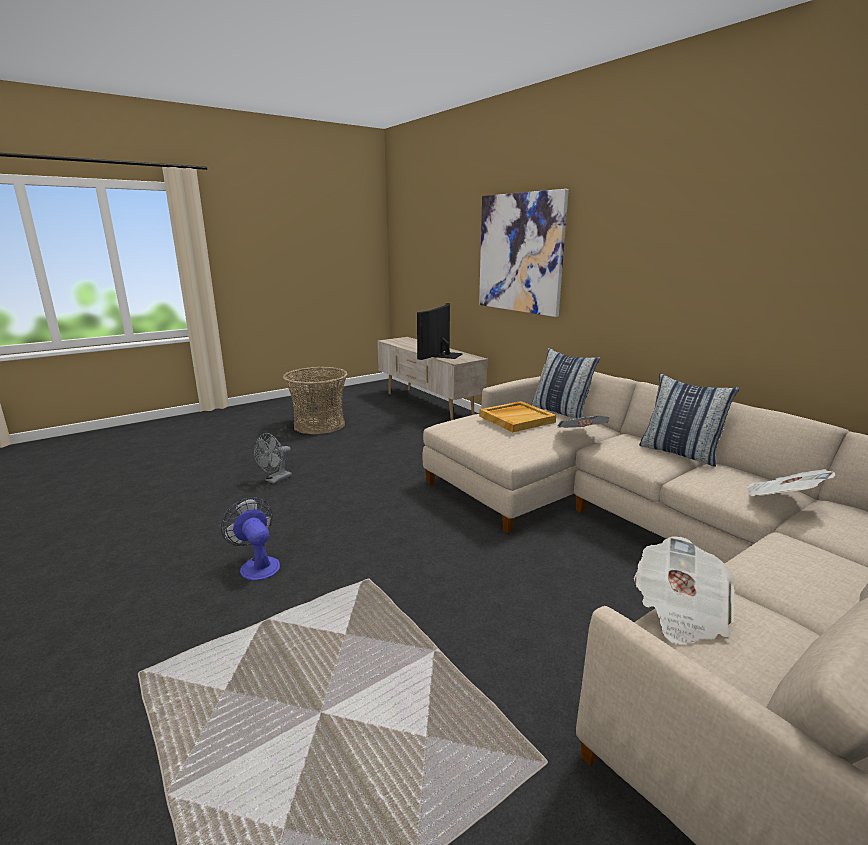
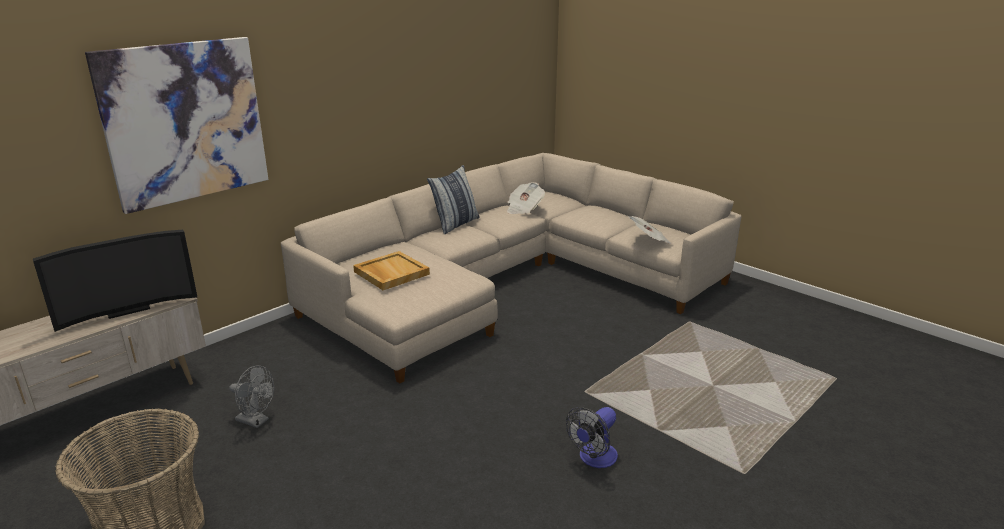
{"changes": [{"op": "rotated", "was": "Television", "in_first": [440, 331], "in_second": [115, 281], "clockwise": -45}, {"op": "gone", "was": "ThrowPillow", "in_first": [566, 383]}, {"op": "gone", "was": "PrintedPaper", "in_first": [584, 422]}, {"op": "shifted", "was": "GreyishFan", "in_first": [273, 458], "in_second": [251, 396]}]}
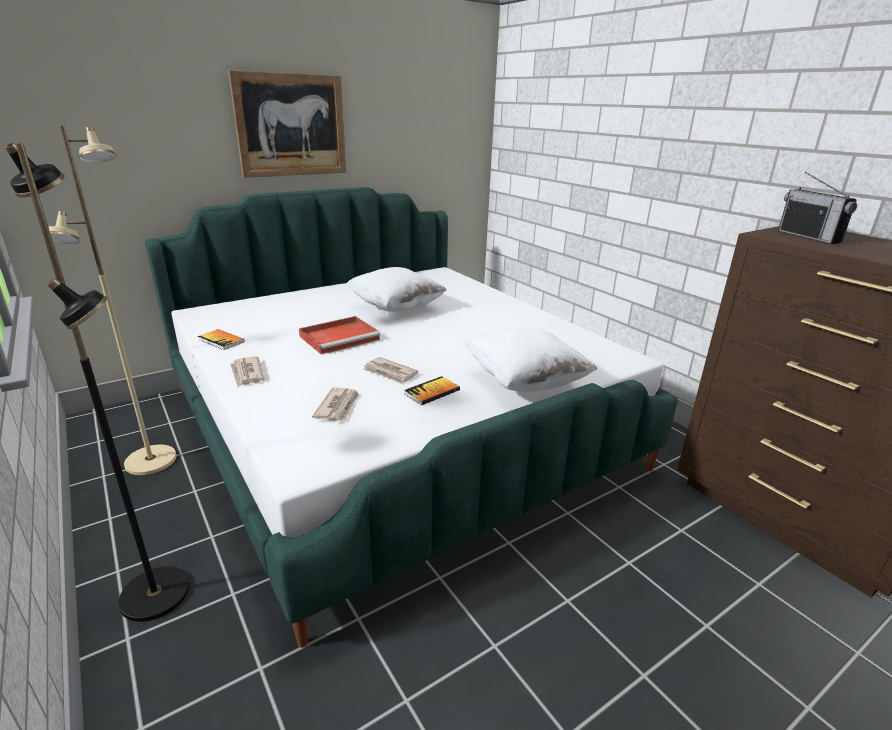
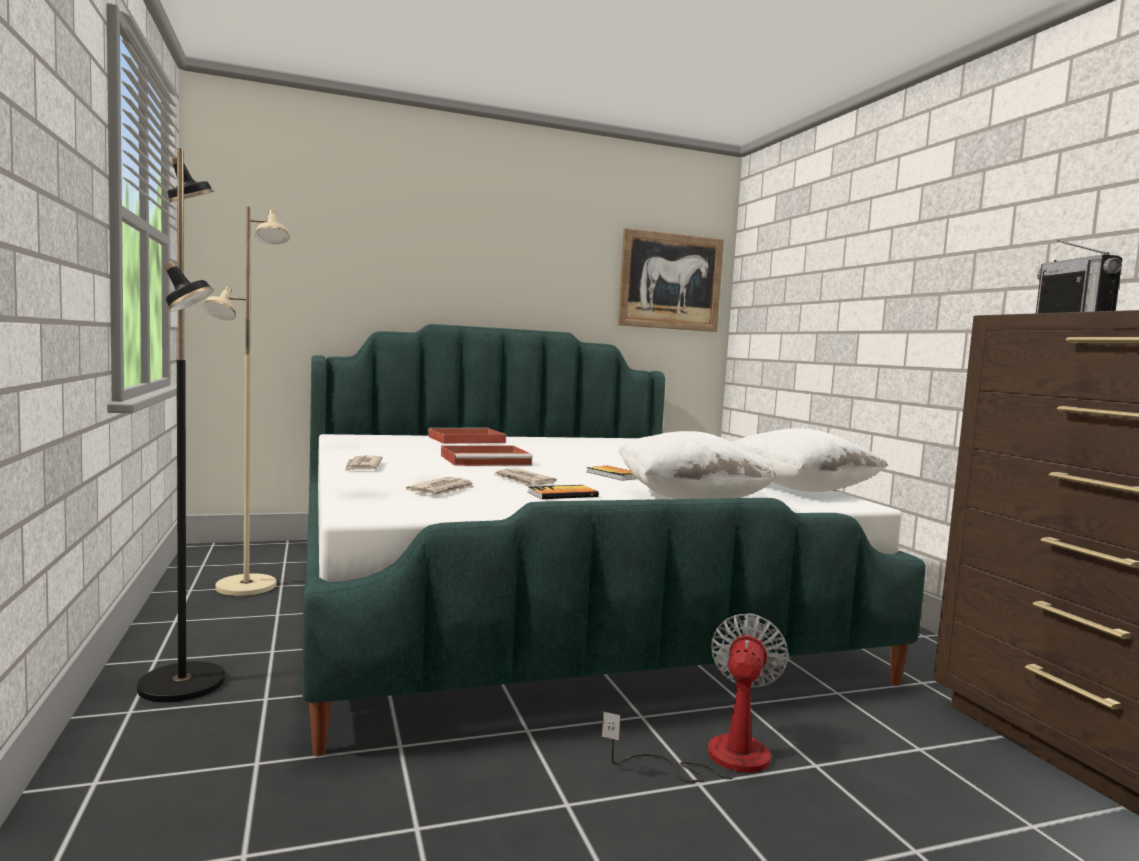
{"changes": [{"op": "shifted", "was": "Picture", "in_first": [287, 124], "in_second": [671, 280]}, {"op": "shifted", "was": "WhitishThrowPillow", "in_first": [396, 289], "in_second": [810, 460]}, {"op": "shifted", "was": "Book", "in_first": [221, 339], "in_second": [611, 473]}, {"op": "new", "now": "RedTray", "in_second": [467, 436]}, {"op": "new", "now": "Fan", "in_second": [695, 697]}]}
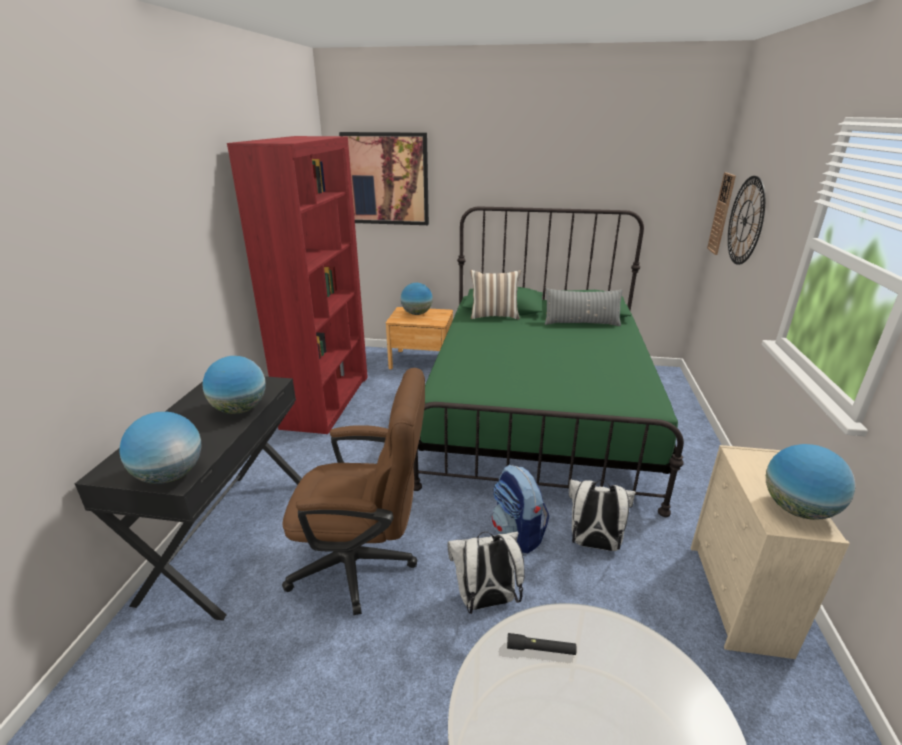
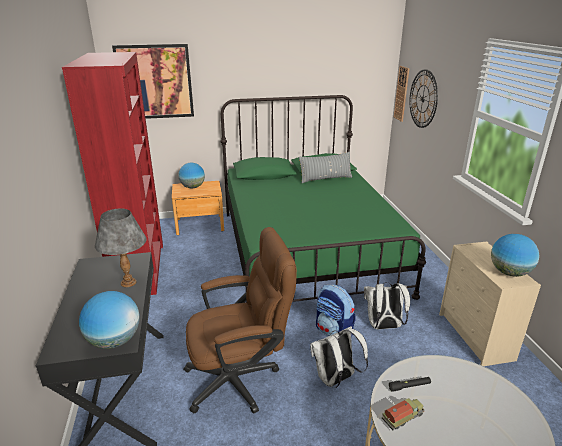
{"changes": [{"op": "gone", "was": "ThrowPillow", "in_first": [495, 294]}, {"op": "swapped", "was": "Globe", "now": "GreyishTabletopLamp", "in_first": [234, 385], "in_second": [121, 247]}, {"op": "new", "now": "ToyTruck", "in_second": [403, 414]}]}
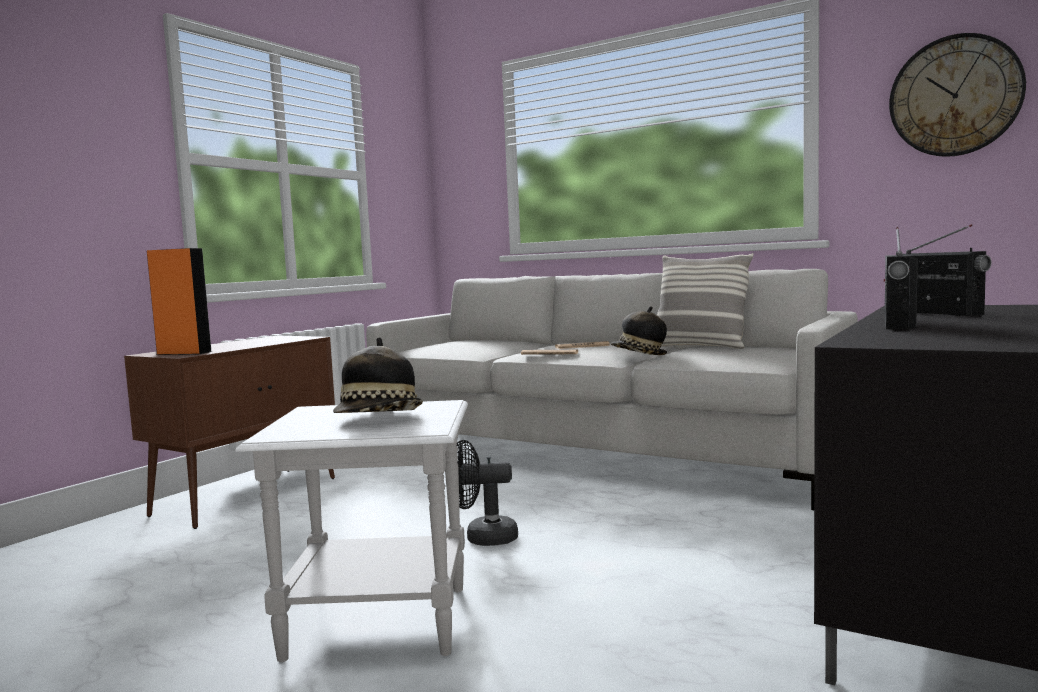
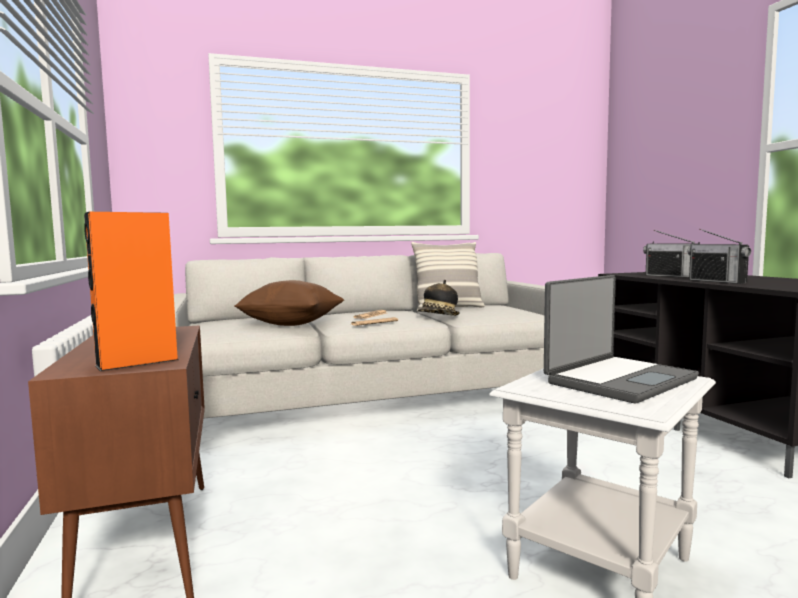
{"changes": [{"op": "gone", "was": "WallClock", "in_first": [957, 95]}, {"op": "rotated", "was": "RadioReceiver", "in_first": [947, 270], "in_second": [669, 254], "clockwise": -150}, {"op": "swapped", "was": "Hat", "now": "Laptop", "in_first": [378, 375], "in_second": [621, 339]}, {"op": "gone", "was": "BlackColouredFan", "in_first": [487, 493]}, {"op": "new", "now": "BrownishThrowPillow", "in_second": [289, 303]}]}
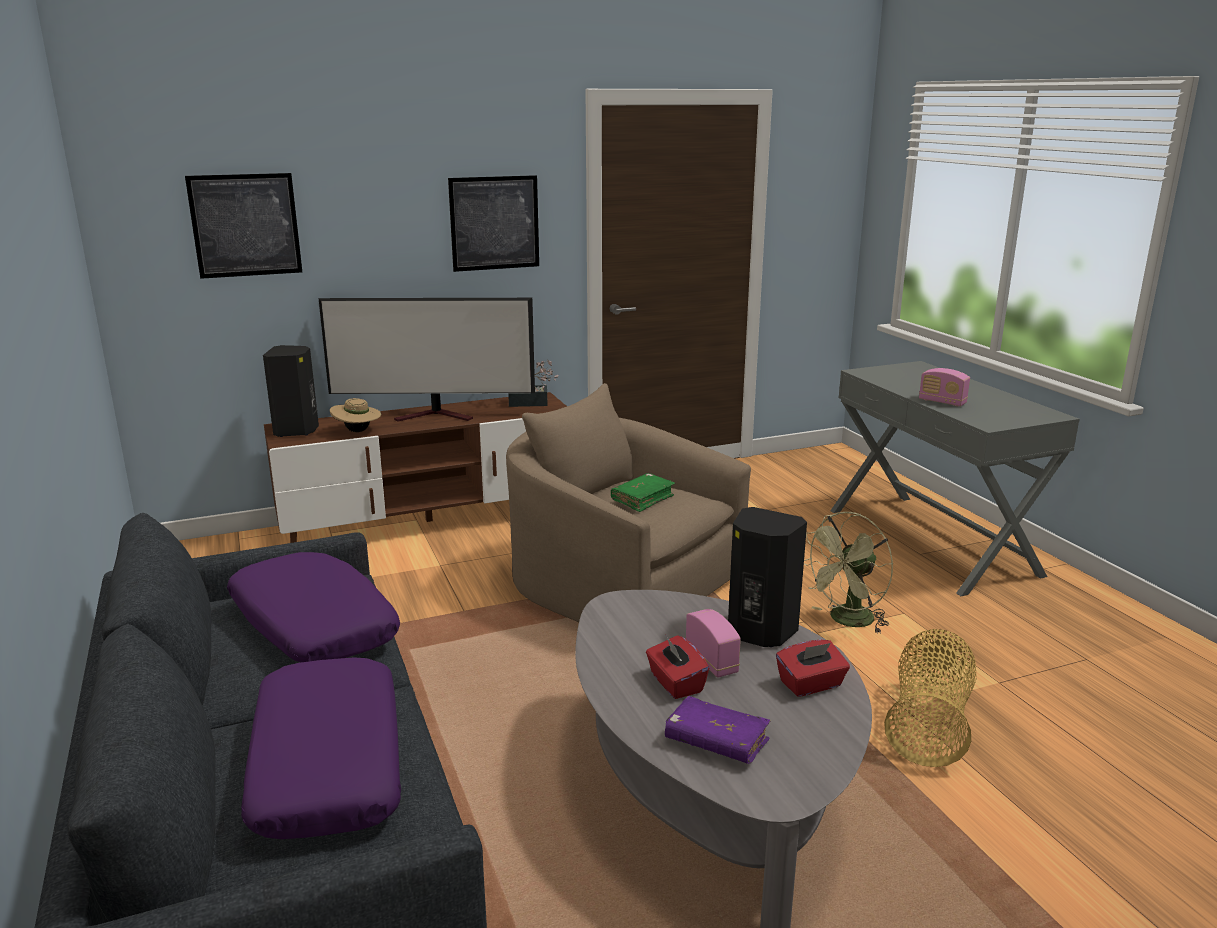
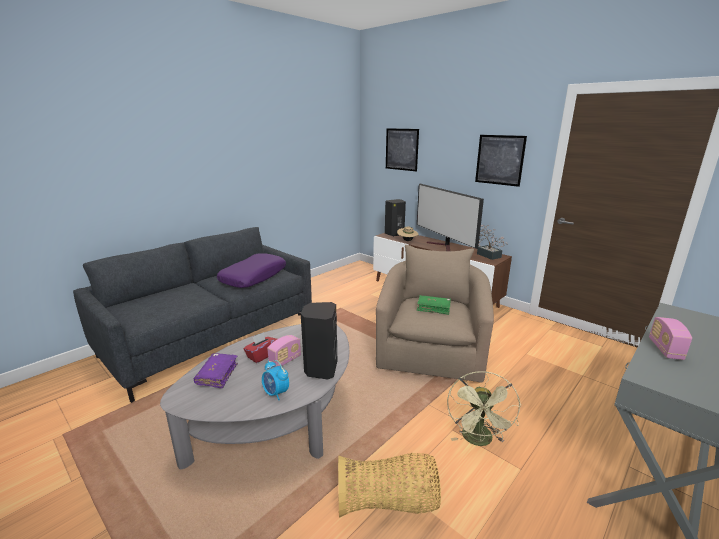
{"changes": [{"op": "rotated", "was": "GreenColouredFan", "in_first": [848, 573], "in_second": [484, 408], "clockwise": -105}, {"op": "swapped", "was": "RedBoxOfTissues", "now": "AlarmClock", "in_first": [813, 668], "in_second": [275, 380]}, {"op": "gone", "was": "PurplishThrowPillow", "in_first": [321, 748]}]}
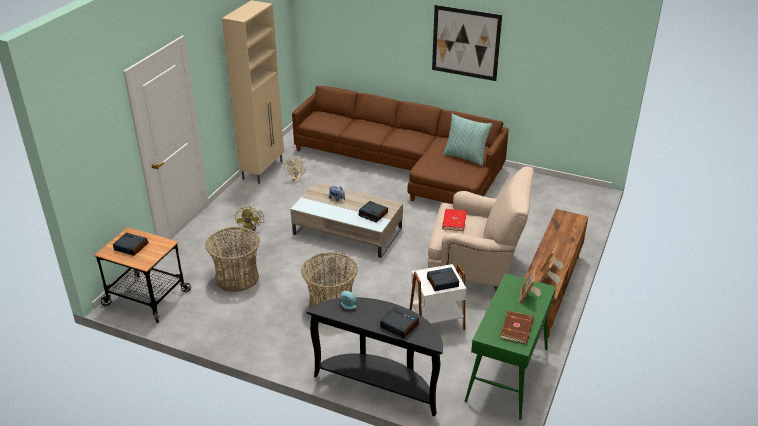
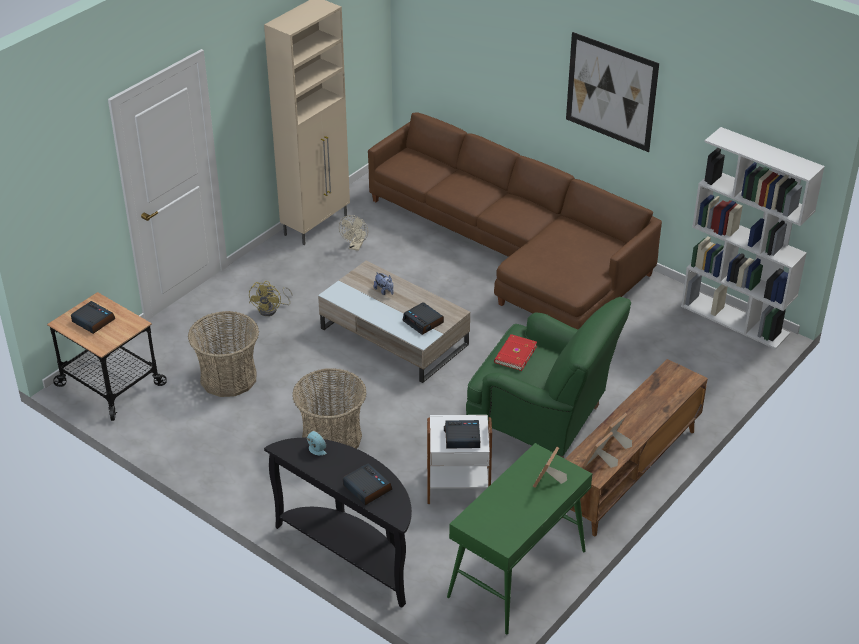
{"changes": [{"op": "gone", "was": "ThrowPillow", "in_first": [467, 140]}, {"op": "repainted", "was": "BeigeLoungeChair", "now": "GreenColouredLoungeChair", "in_first": [481, 229], "in_second": [548, 377]}, {"op": "gone", "was": "BrownishBook", "in_first": [517, 327]}, {"op": "new", "now": "WhitishShelvingUnit", "in_second": [753, 238]}]}
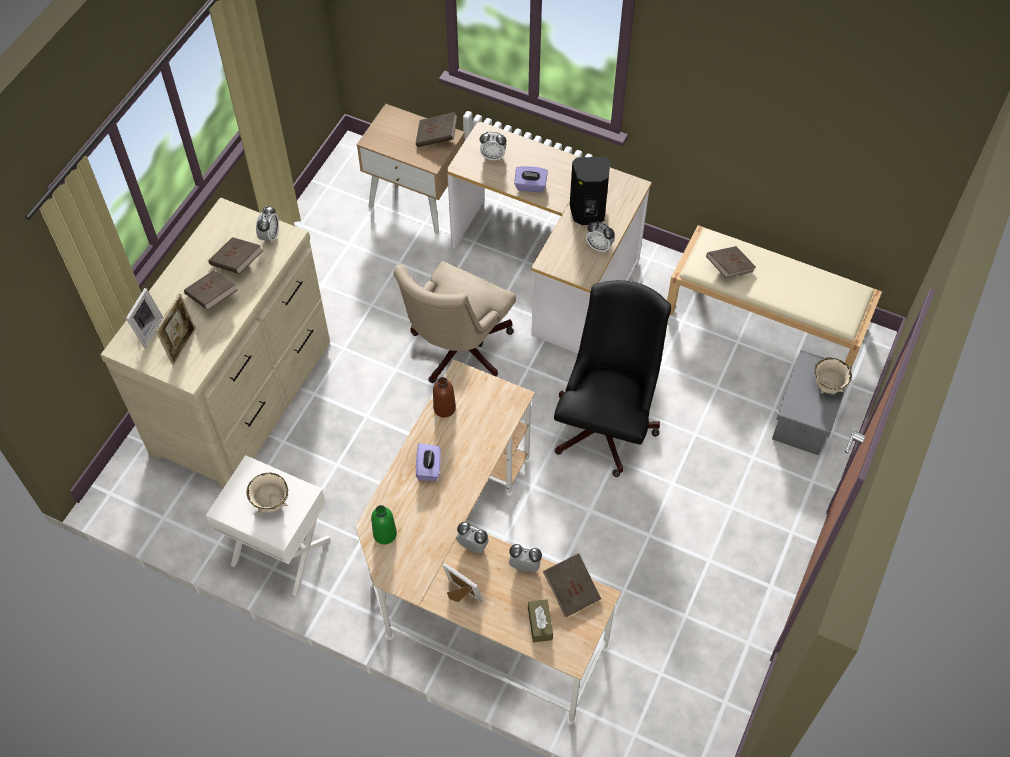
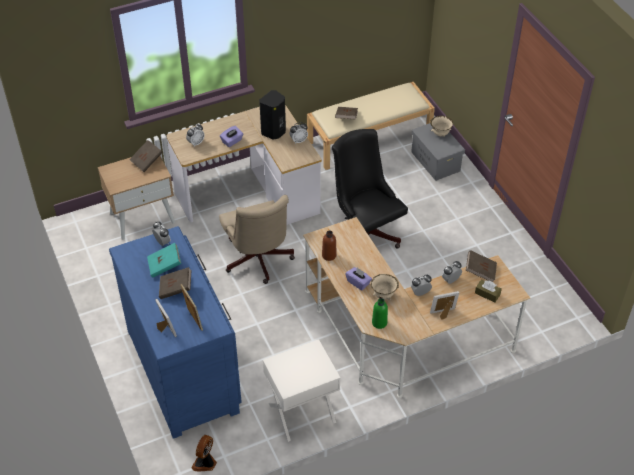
{"changes": [{"op": "repainted", "was": "BeigeDresser", "now": "BlueDresser", "in_first": [215, 342], "in_second": [175, 332]}, {"op": "repainted", "was": "BrownishBook", "now": "TurquoiseBook", "in_first": [236, 255], "in_second": [164, 260]}, {"op": "shifted", "was": "BeigeServingBowl", "in_first": [267, 493], "in_second": [385, 287]}, {"op": "new", "now": "Fan", "in_second": [204, 453]}]}
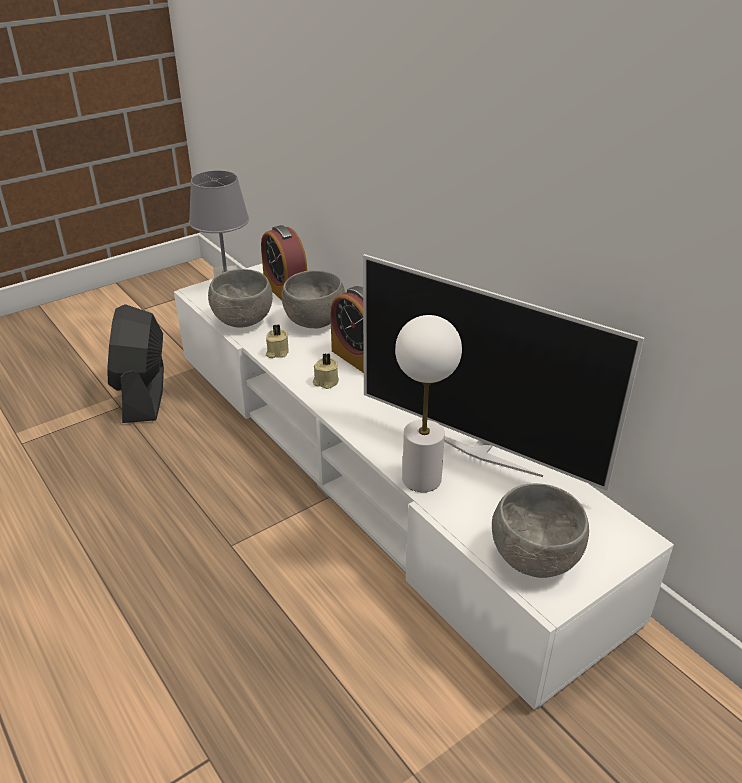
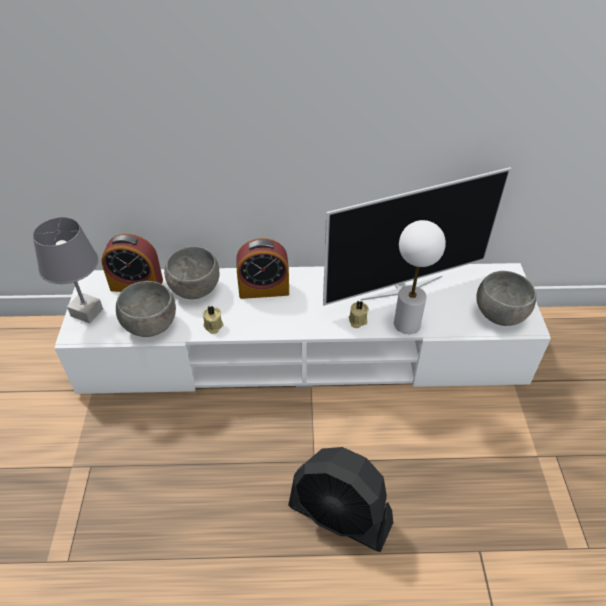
{"changes": [{"op": "shifted", "was": "BlackColouredFan", "in_first": [135, 363], "in_second": [340, 499]}, {"op": "shifted", "was": "BeigeWaxCandle", "in_first": [326, 371], "in_second": [359, 314]}]}
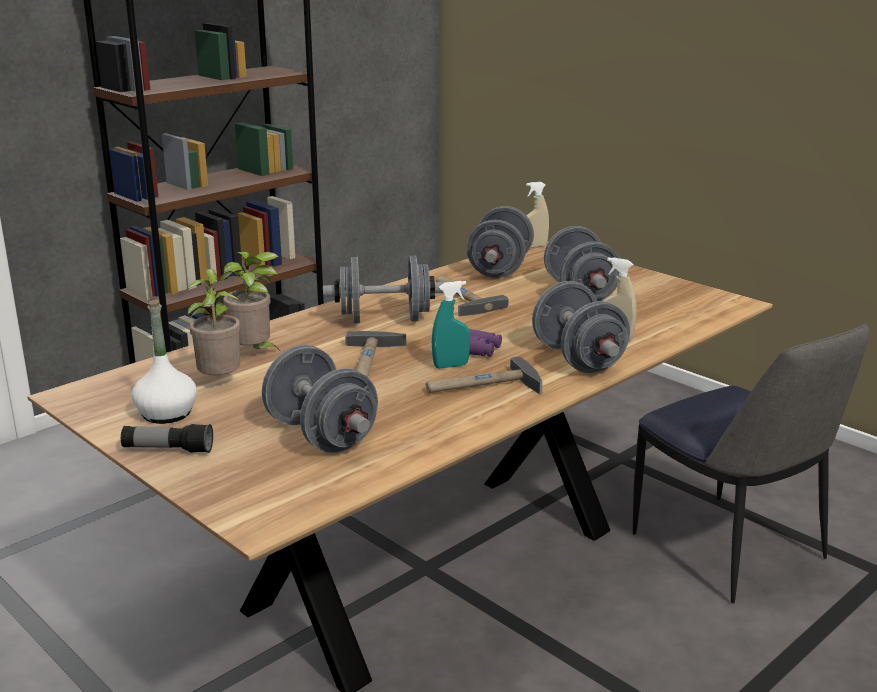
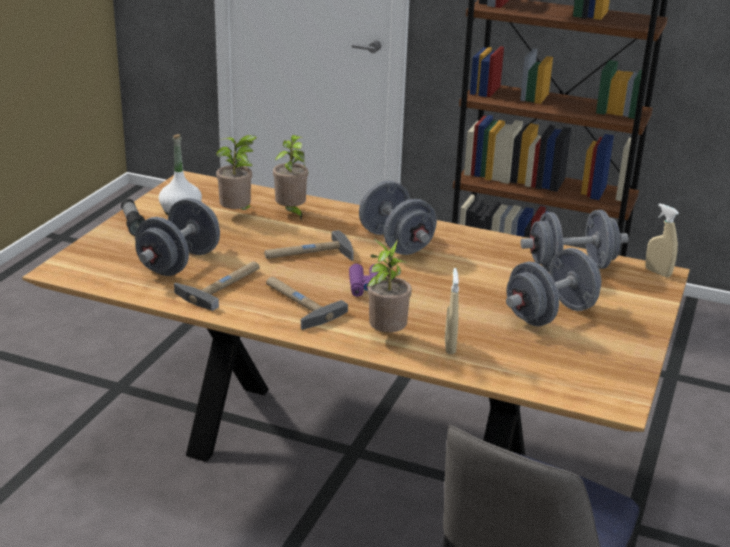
{"changes": [{"op": "shifted", "was": "Hammer", "in_first": [472, 296], "in_second": [217, 286]}, {"op": "gone", "was": "TurquoiseSprayBottle", "in_first": [451, 324]}, {"op": "swapped", "was": "GreyishDumbbell", "now": "PlantInAPot", "in_first": [581, 327], "in_second": [389, 285]}]}
